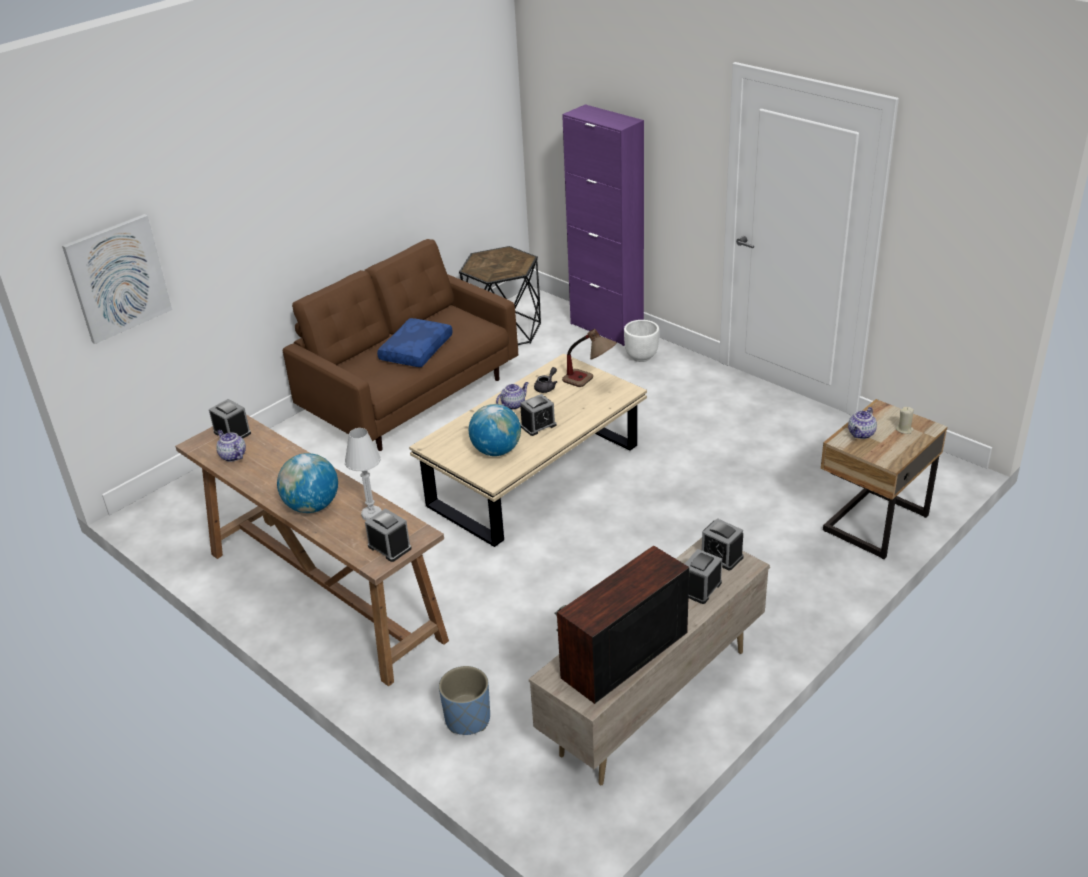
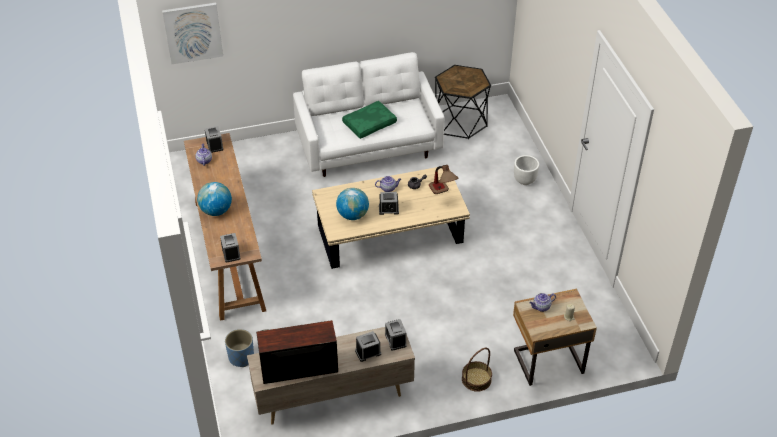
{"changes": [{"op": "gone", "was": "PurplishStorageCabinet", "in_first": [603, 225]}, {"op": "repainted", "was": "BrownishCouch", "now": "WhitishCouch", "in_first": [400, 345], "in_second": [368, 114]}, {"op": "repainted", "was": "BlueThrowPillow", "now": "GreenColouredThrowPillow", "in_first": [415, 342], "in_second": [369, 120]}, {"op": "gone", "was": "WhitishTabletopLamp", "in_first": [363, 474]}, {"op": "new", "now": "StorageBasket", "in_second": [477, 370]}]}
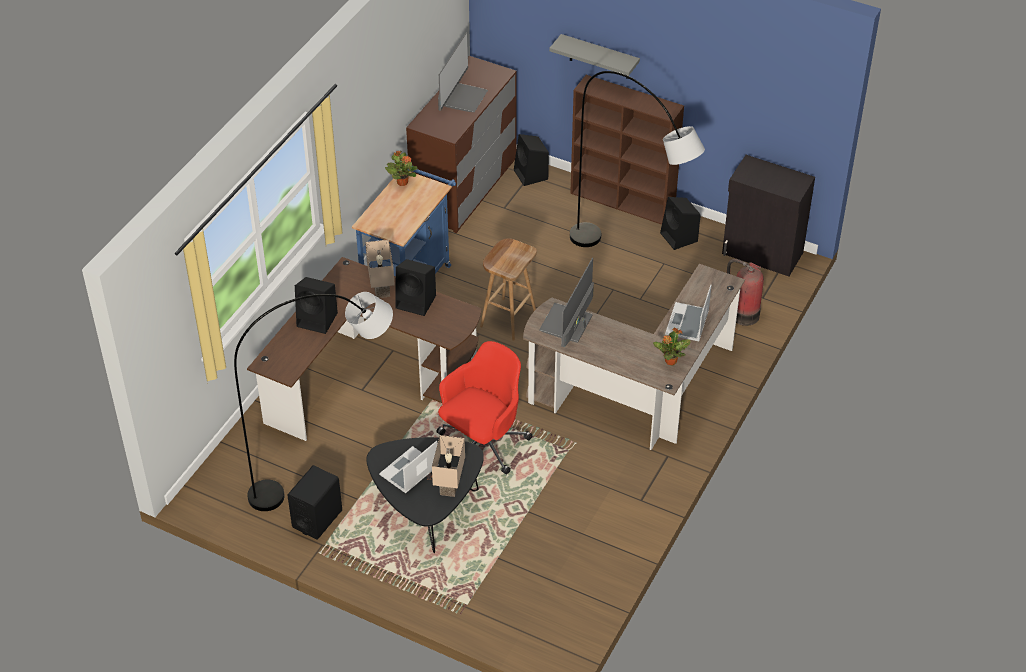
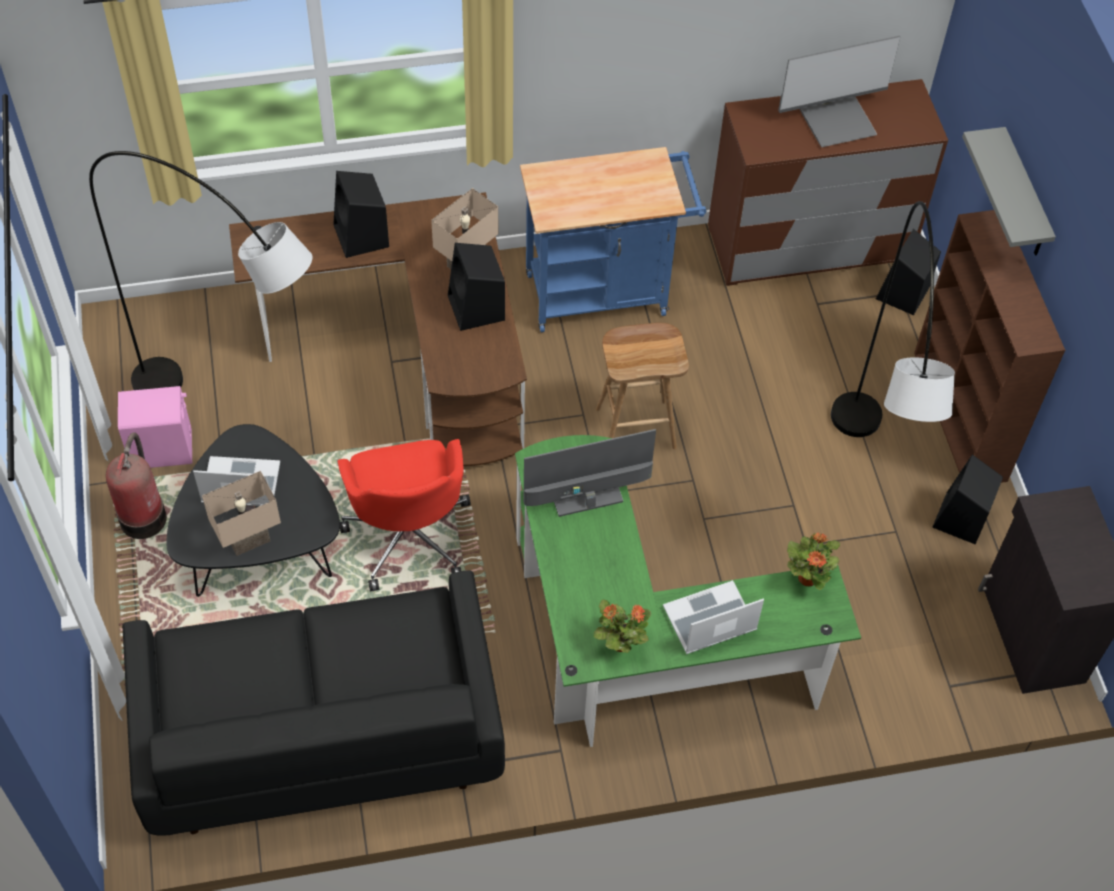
{"changes": [{"op": "shifted", "was": "PlantInAPot", "in_first": [401, 168], "in_second": [813, 561]}, {"op": "shifted", "was": "FireExtinguisher", "in_first": [745, 292], "in_second": [136, 485]}, {"op": "repainted", "was": "BrownishDesk", "now": "GreenColouredDesk", "in_first": [634, 357], "in_second": [688, 591]}, {"op": "rotated", "was": "RedComputerChair", "in_first": [484, 407], "in_second": [404, 515], "clockwise": 75}, {"op": "repainted", "was": "BlackColouredLoudspeaker", "now": "PinkLoudspeaker", "in_first": [314, 502], "in_second": [155, 427]}, {"op": "new", "now": "BlackColouredCouch", "in_second": [313, 703]}]}
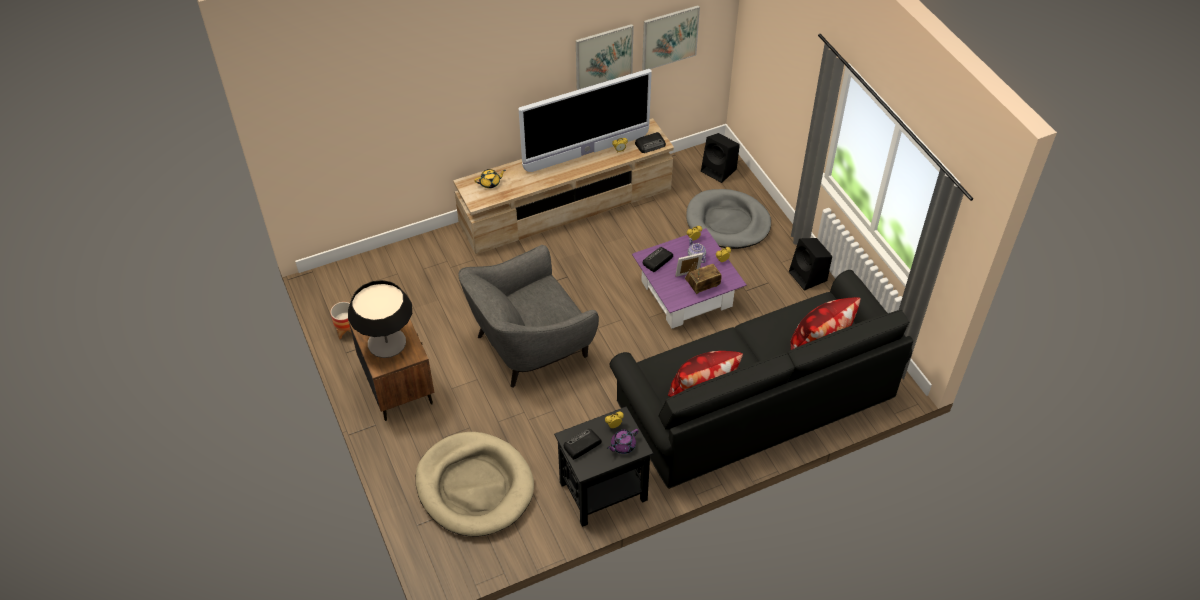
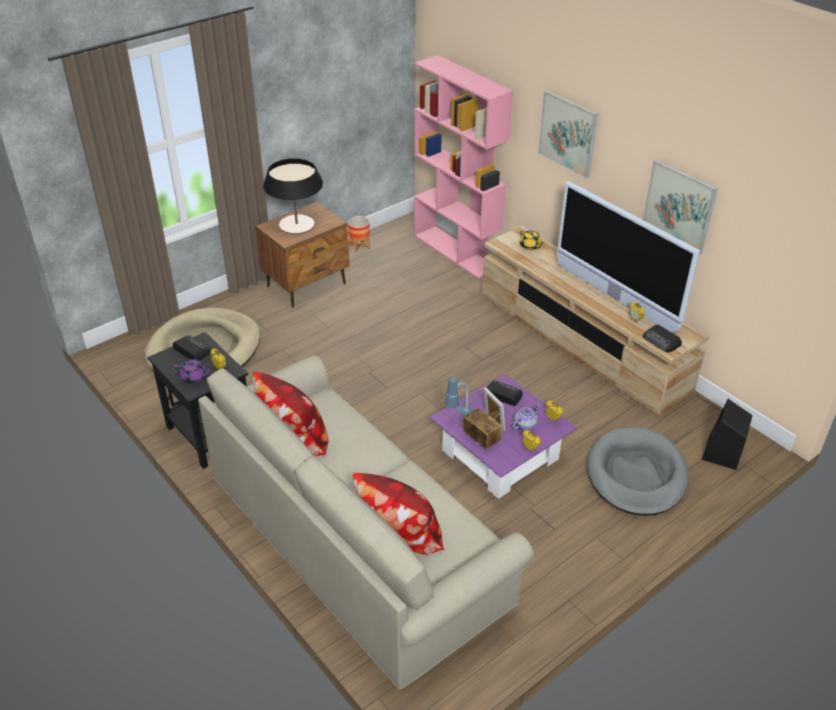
{"changes": [{"op": "shifted", "was": "Picture", "in_first": [671, 37], "in_second": [568, 134]}, {"op": "gone", "was": "BlackColouredLoudspeaker", "in_first": [810, 264]}, {"op": "gone", "was": "GreyishLoungeChair", "in_first": [529, 316]}, {"op": "repainted", "was": "BlackColouredCouch", "now": "BeigeCouch", "in_first": [761, 379], "in_second": [366, 522]}, {"op": "rotated", "was": "PurplishTeapot", "in_first": [622, 441], "in_second": [193, 371], "clockwise": 150}, {"op": "new", "now": "PinkShelvingUnit", "in_second": [463, 167]}, {"op": "new", "now": "TabletopLamp", "in_second": [459, 396]}]}
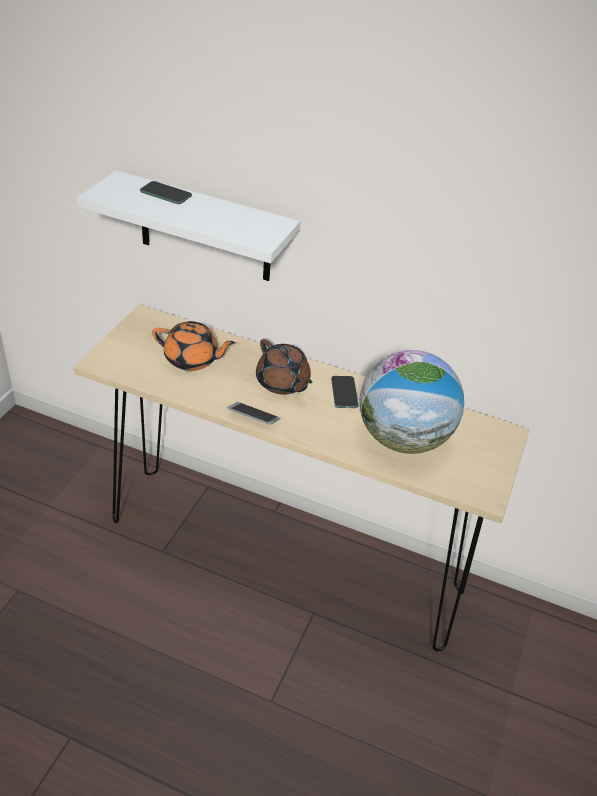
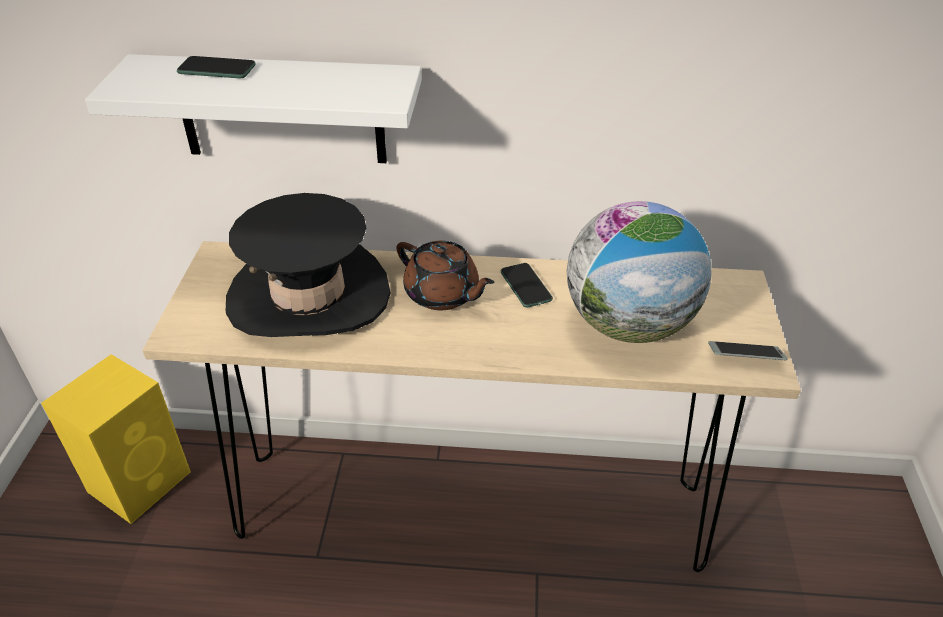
{"changes": [{"op": "swapped", "was": "OrangeColouredTeapot", "now": "BlackColouredHat", "in_first": [193, 346], "in_second": [308, 265]}, {"op": "shifted", "was": "Telephone", "in_first": [253, 413], "in_second": [748, 350]}, {"op": "new", "now": "YellowLoudspeaker", "in_second": [116, 439]}]}
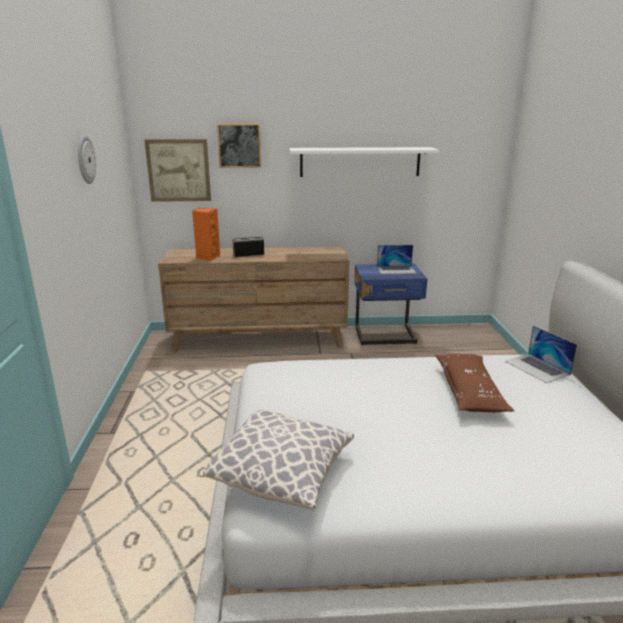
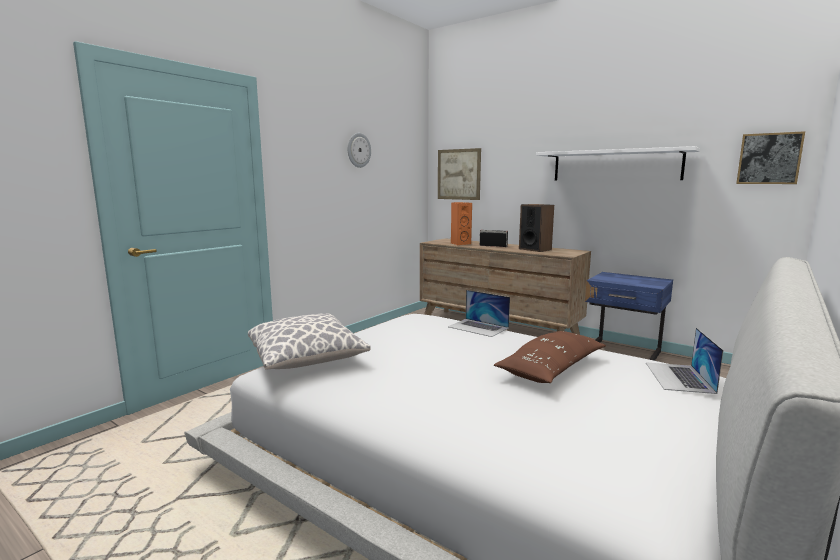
{"changes": [{"op": "shifted", "was": "Picture", "in_first": [239, 146], "in_second": [770, 157]}, {"op": "shifted", "was": "Laptop", "in_first": [397, 259], "in_second": [479, 313]}, {"op": "new", "now": "Loudspeaker", "in_second": [536, 228]}]}
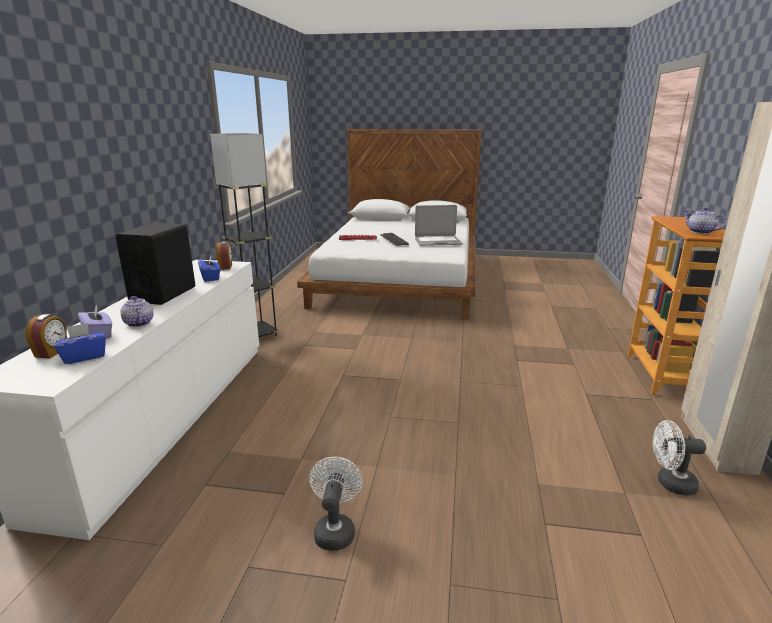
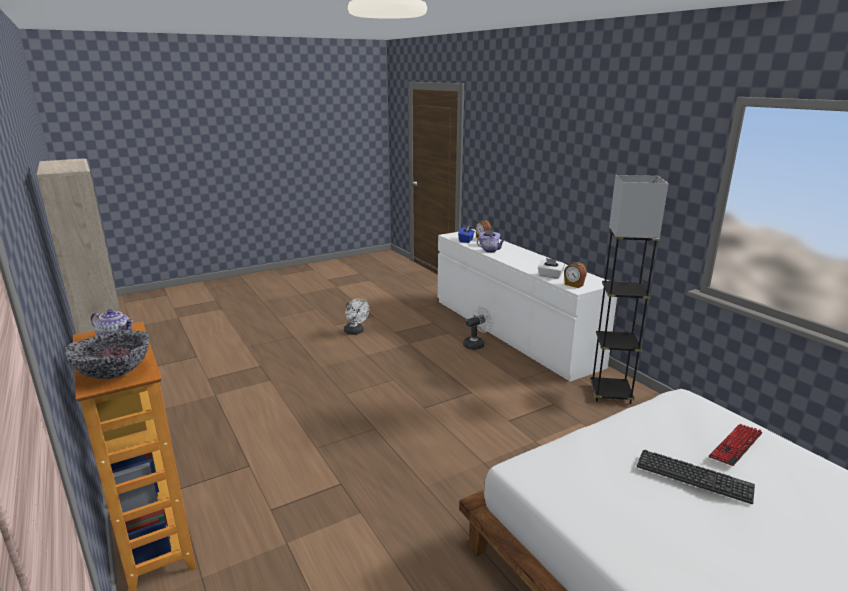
{"changes": [{"op": "gone", "was": "Laptop", "in_first": [439, 225]}, {"op": "gone", "was": "BlackColouredLoudspeaker", "in_first": [155, 263]}, {"op": "repainted", "was": "BlueBoxOfTissues", "now": "WhitishBoxOfTissues", "in_first": [209, 269], "in_second": [551, 268]}, {"op": "shifted", "was": "WhitishFan", "in_first": [679, 458], "in_second": [478, 328]}, {"op": "new", "now": "ServingBowl", "in_second": [107, 354]}]}
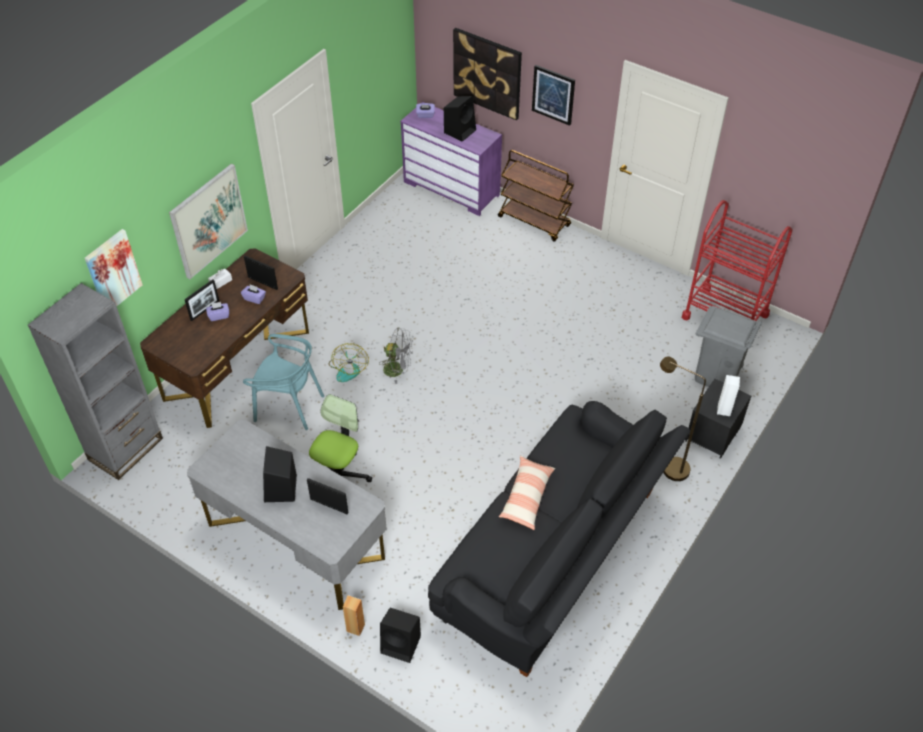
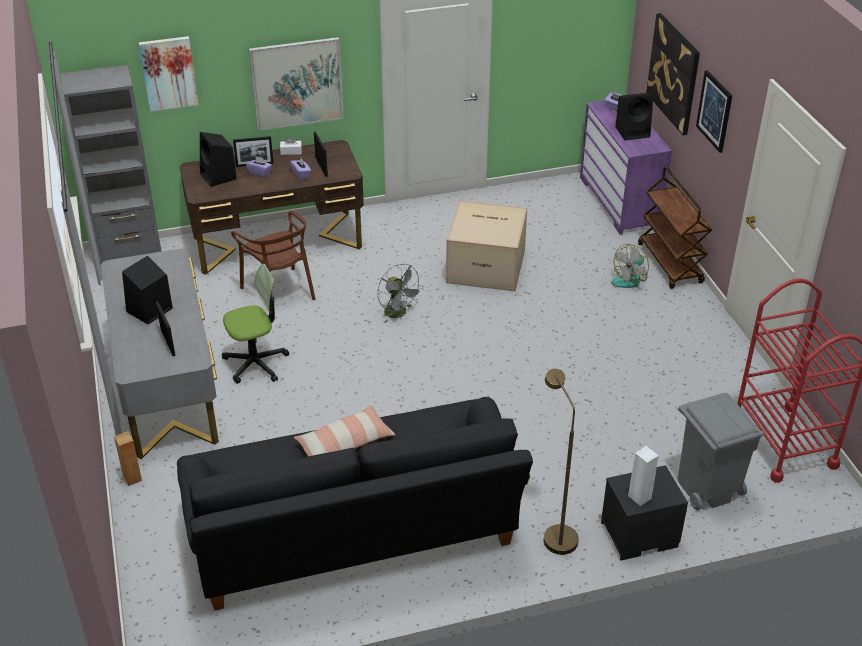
{"changes": [{"op": "repainted", "was": "TurquoisePlainChair", "now": "BrownishPlainChair", "in_first": [283, 382], "in_second": [273, 256]}, {"op": "shifted", "was": "Fan", "in_first": [349, 362], "in_second": [630, 266]}, {"op": "shifted", "was": "BlackColouredLoudspeaker", "in_first": [400, 635], "in_second": [218, 159]}, {"op": "new", "now": "Carton", "in_second": [486, 246]}]}
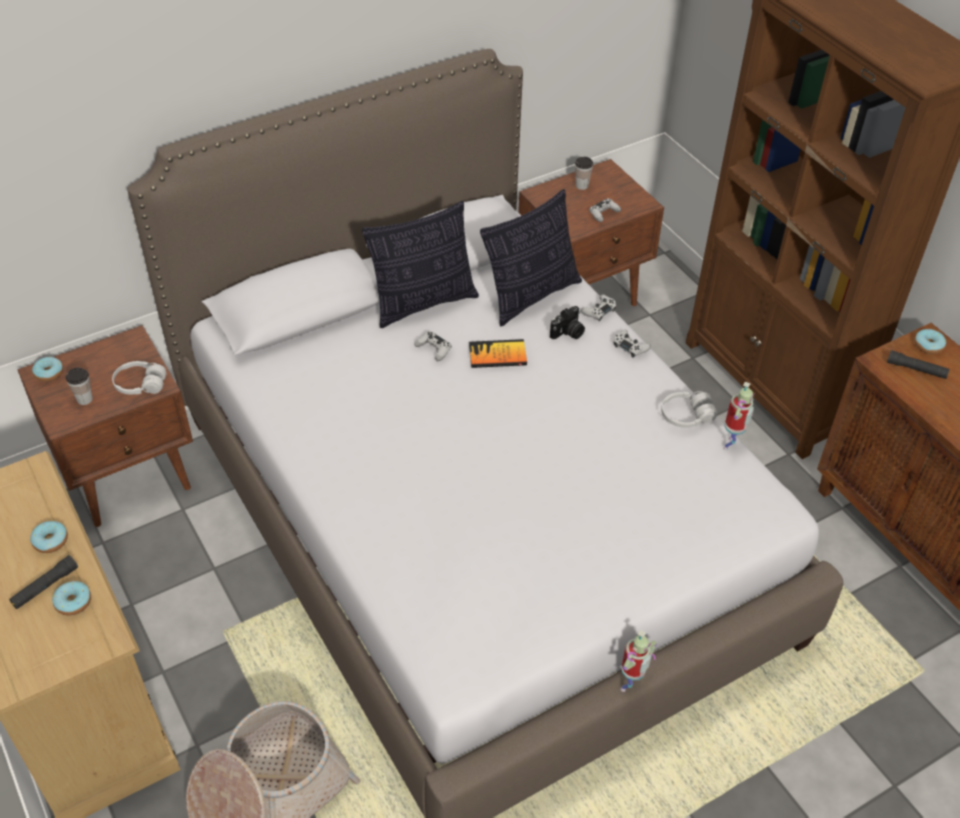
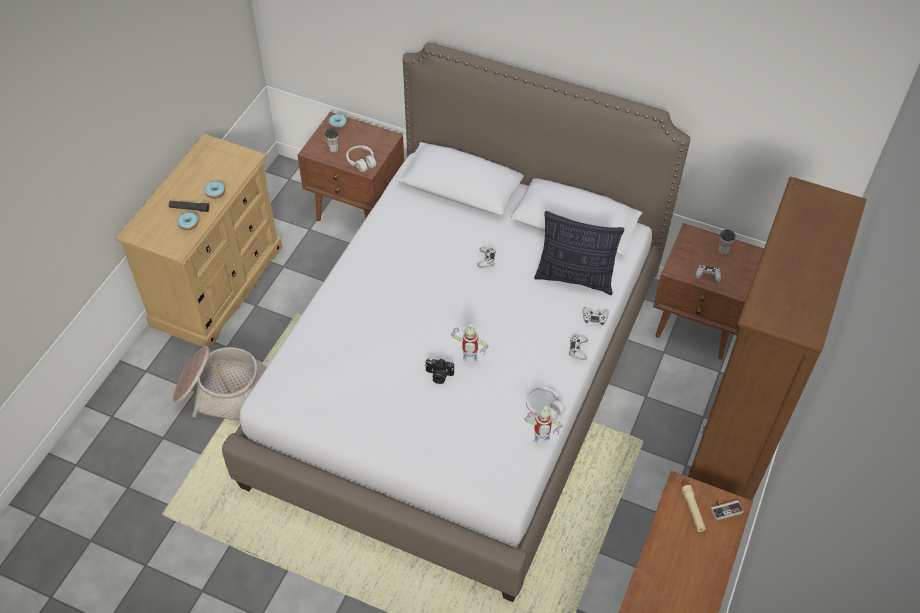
{"changes": [{"op": "gone", "was": "ThrowPillow", "in_first": [420, 264]}, {"op": "shifted", "was": "StillCamera", "in_first": [567, 322], "in_second": [439, 371]}, {"op": "swapped", "was": "RingDoughnut", "now": "Gamepad", "in_first": [930, 341], "in_second": [727, 510]}, {"op": "gone", "was": "Book", "in_first": [498, 353]}, {"op": "repainted", "was": "BlackColouredHandTorch", "now": "BeigeHandTorch", "in_first": [918, 364], "in_second": [693, 508]}, {"op": "shifted", "was": "RobotFigure", "in_first": [638, 661], "in_second": [470, 343]}]}
